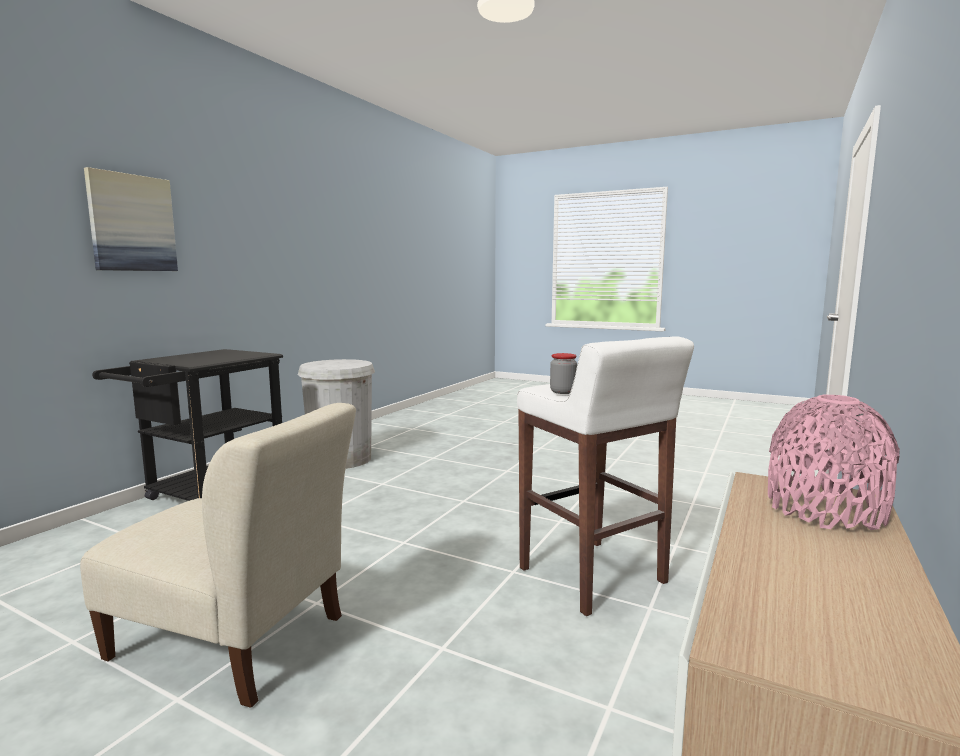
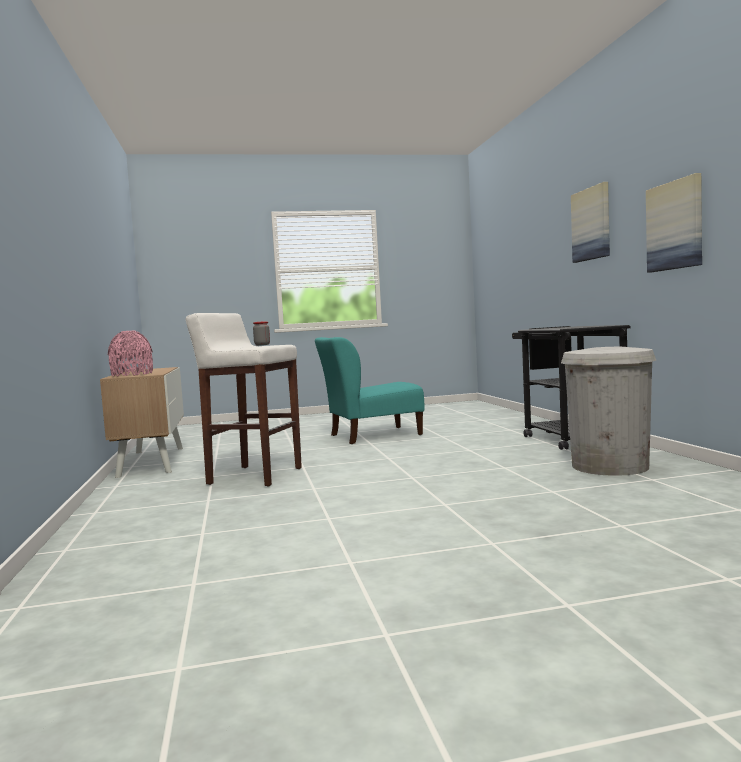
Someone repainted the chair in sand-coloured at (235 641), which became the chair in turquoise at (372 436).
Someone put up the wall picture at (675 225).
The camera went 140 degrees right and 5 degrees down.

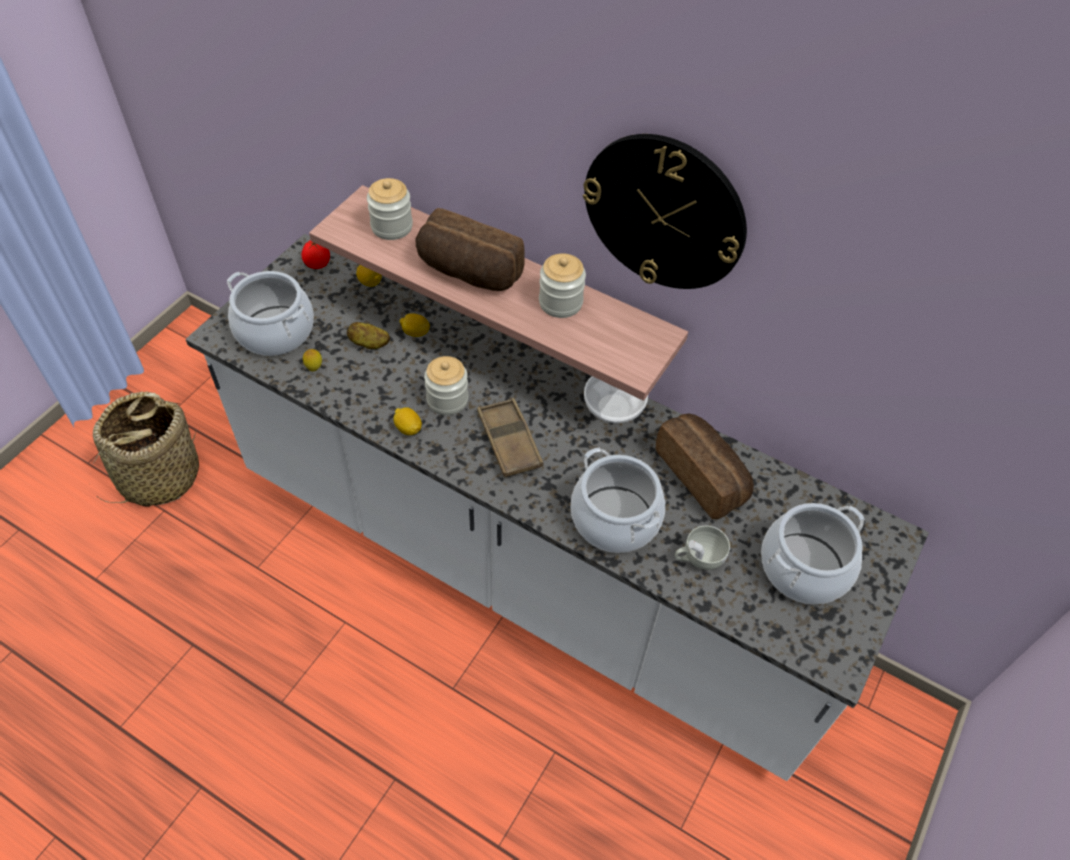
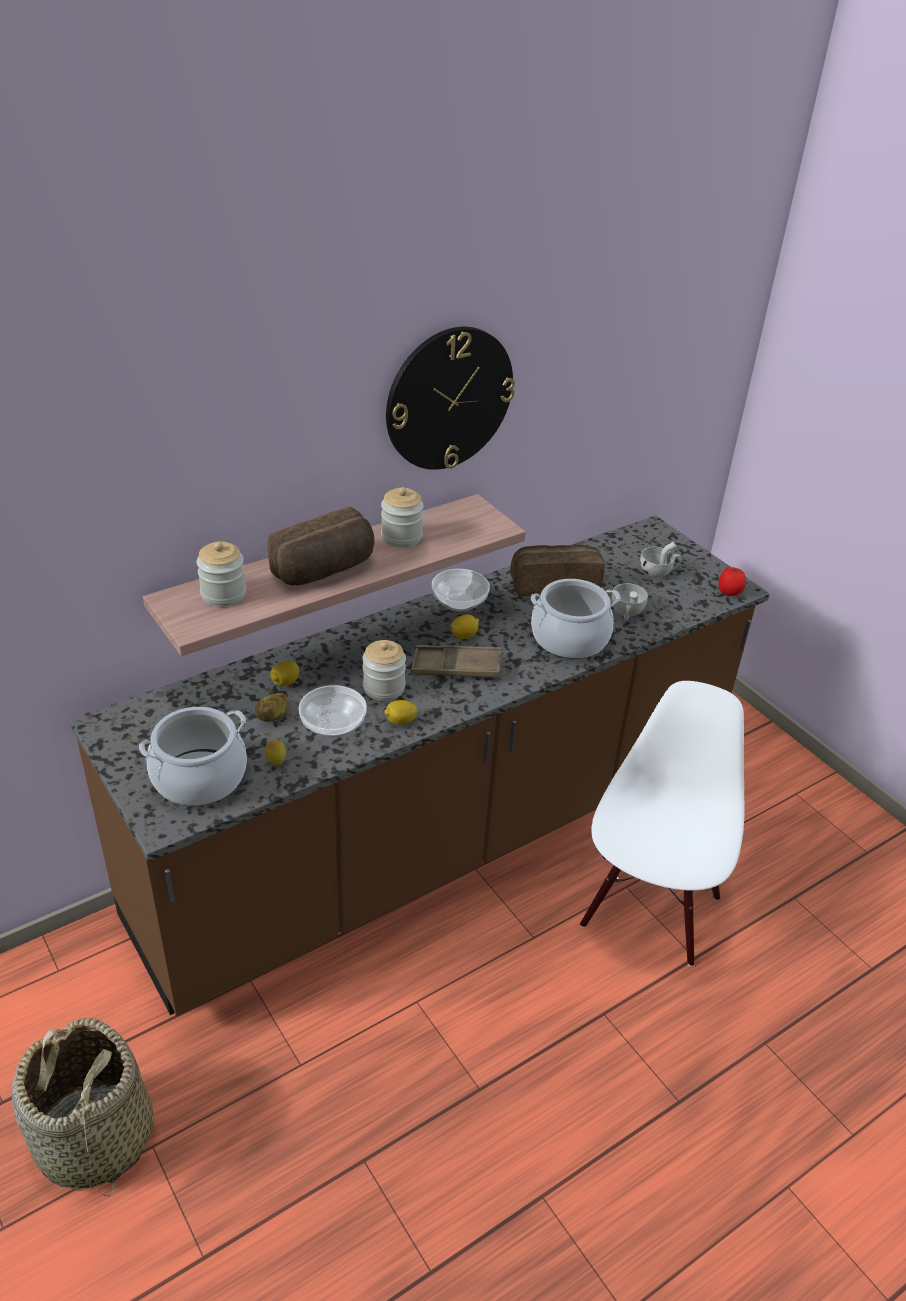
Someone repainted the counter in whitish at (528 569), which became the counter in brownish at (441 838).
Someone carried the fresh tomato from (317 265) to (729 593).
Someone carried the citrus fruit from (370 282) to (464 635).
Someone swapped the cooking pot at (804 568) for the small cup in whitish at (658 572).
Someone put down the chair in whitish at (648 909).
Someone put down the deep dish at (333 725).
The camera went 65 degrees left and 15 degrees down.

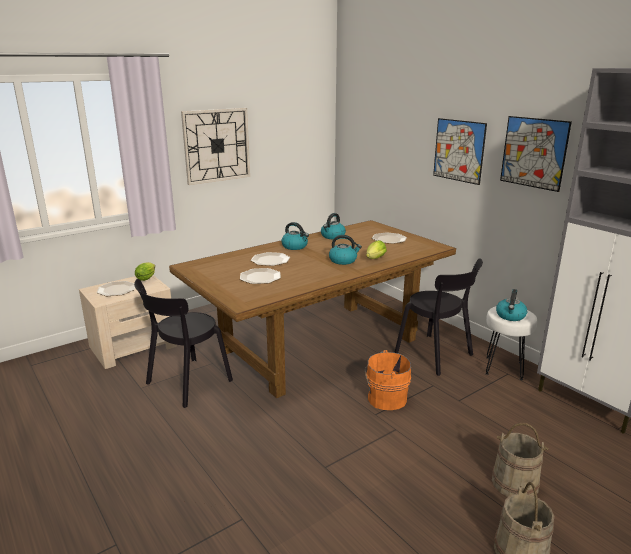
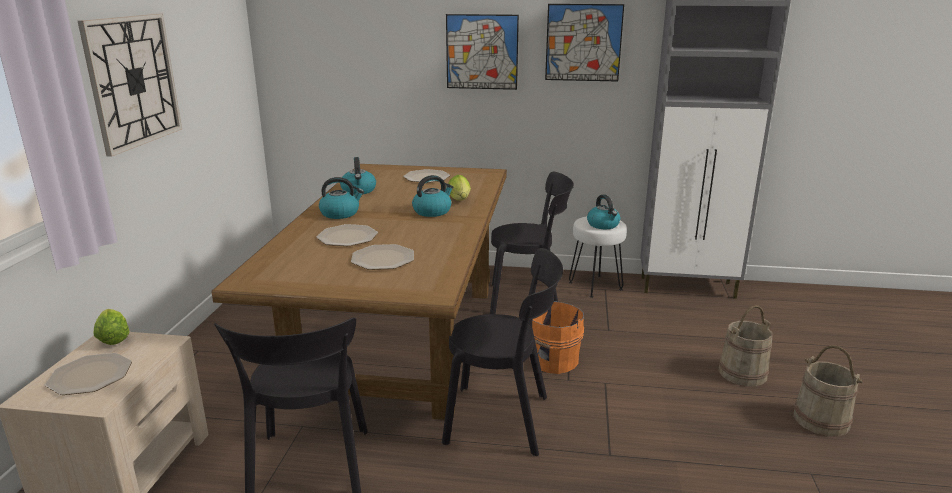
Someone put down the chair in black at (503 420).
The camera went 45 degrees left and 0 degrees up.

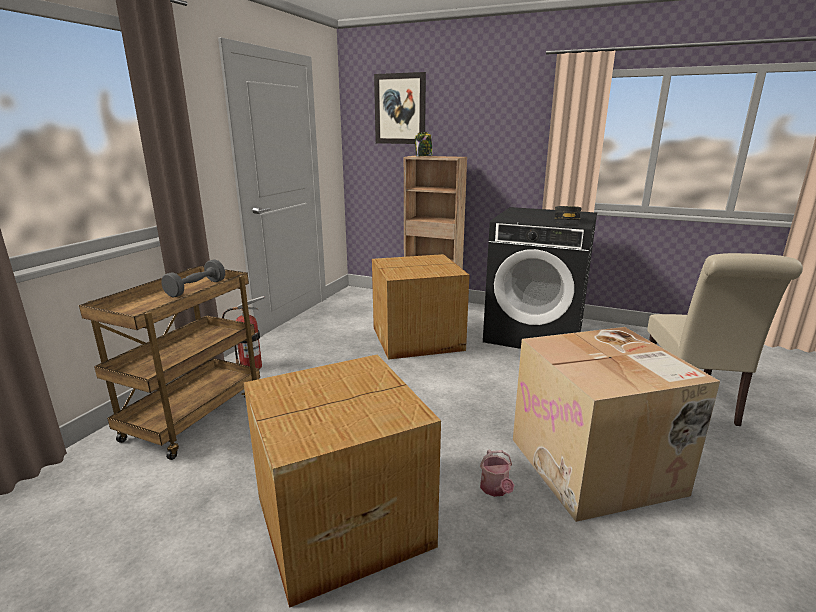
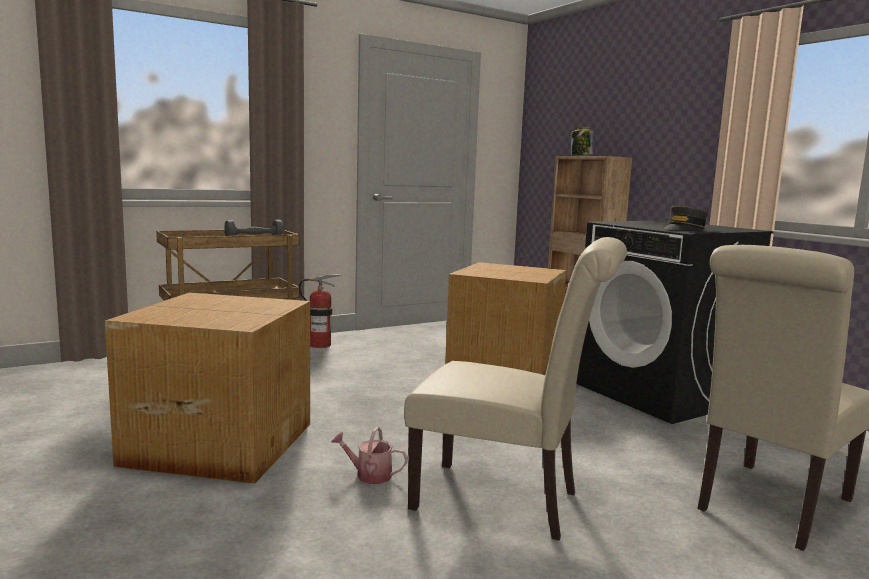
Someone took away the wall picture at (400 109).
Someone swapped the cardboard box at (597 466) for the chair in sand-coloured at (506 501).
Someone rotated the watering pot at (495 489) by 75 degrees clockwise.
The camera went 35 degrees right and 10 degrees down.

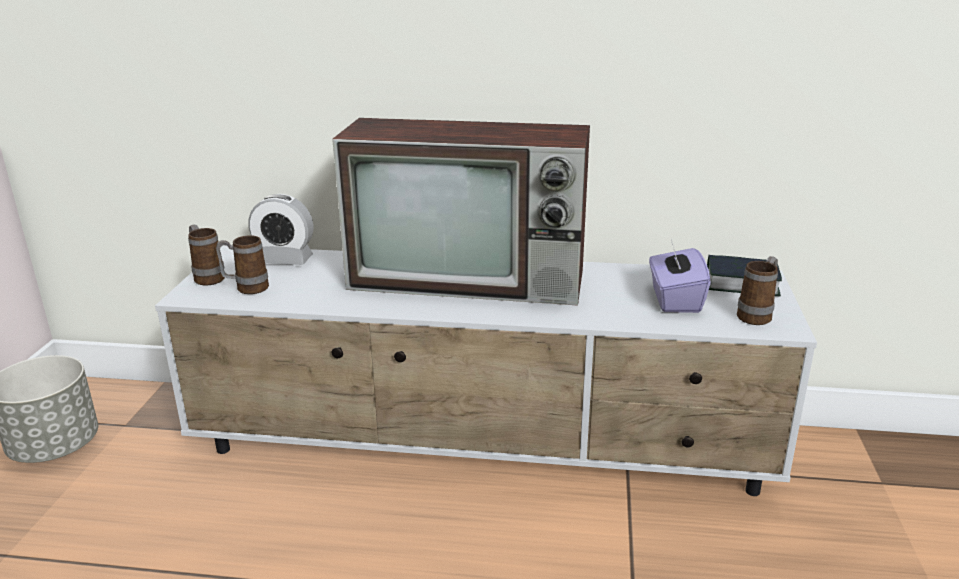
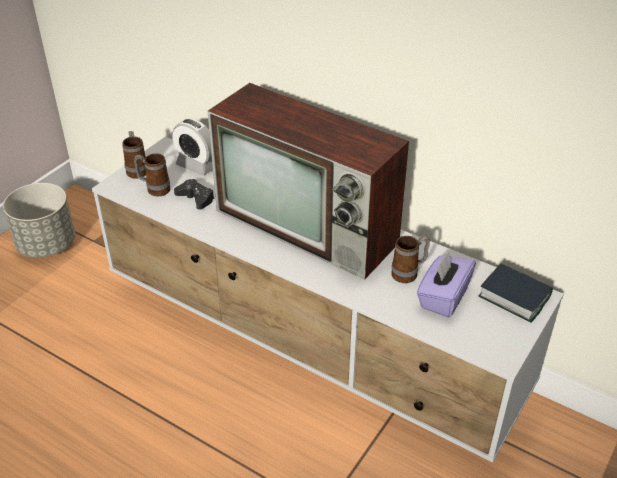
Someone carried the tea mug from (757 315) to (409 273).
Someone put down the gamepad in black at (196 198).
The camera went 25 degrees right and 15 degrees up.

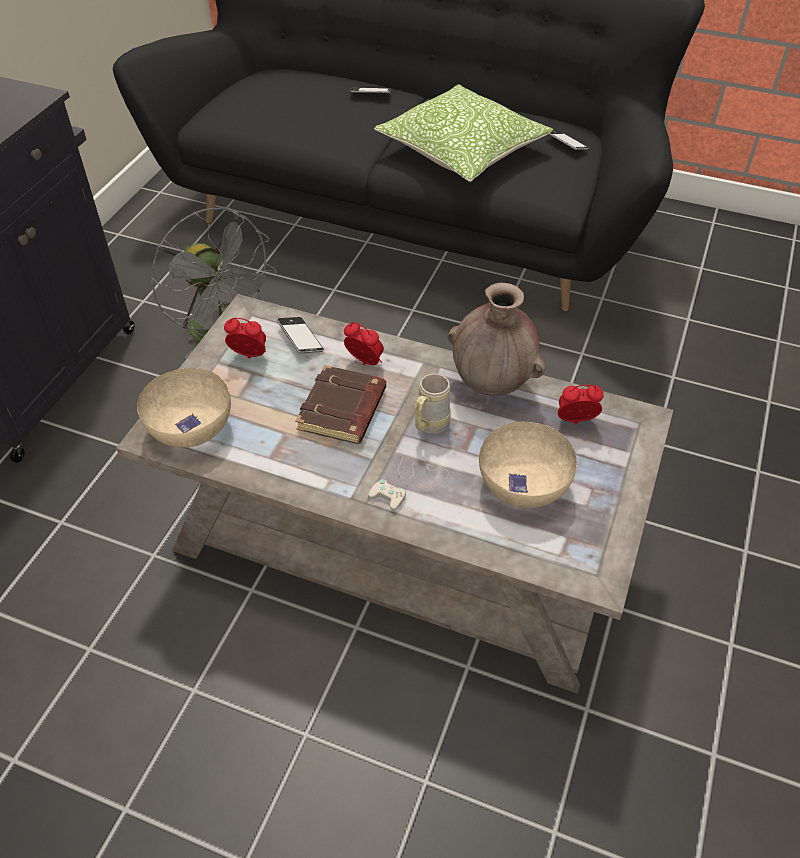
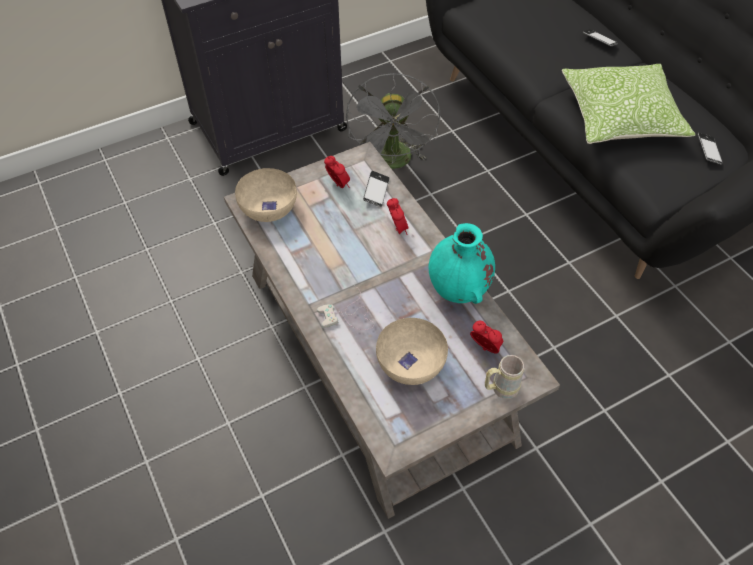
Someone repainted the vase in brownish at (492 385), which became the vase in turquoise at (458 291).
Someone took away the volume in brownish at (343 411).
Someone carried the tea mug in sand-coloured from (429 427) to (500 389).
The camera went 40 degrees right and 5 degrees up.

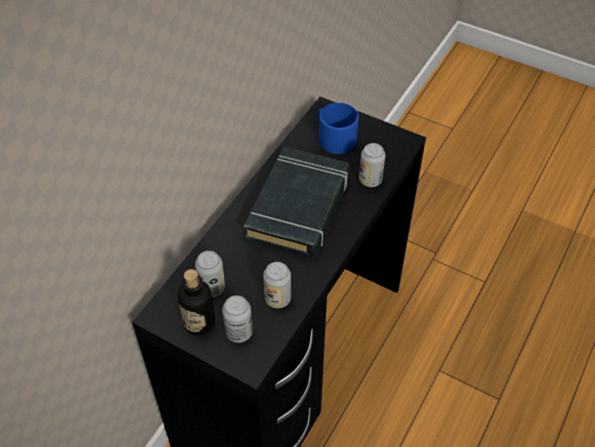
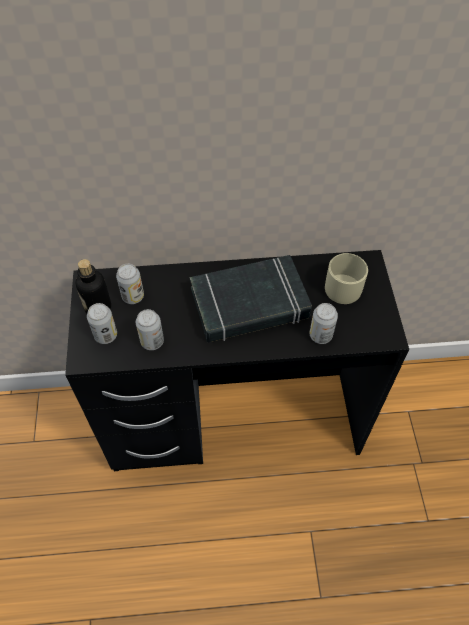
Someone repainted the tea mug in blue-coloured at (334 137), which became the tea mug in sand-coloured at (344 285).
The camera went 55 degrees right and 5 degrees up.

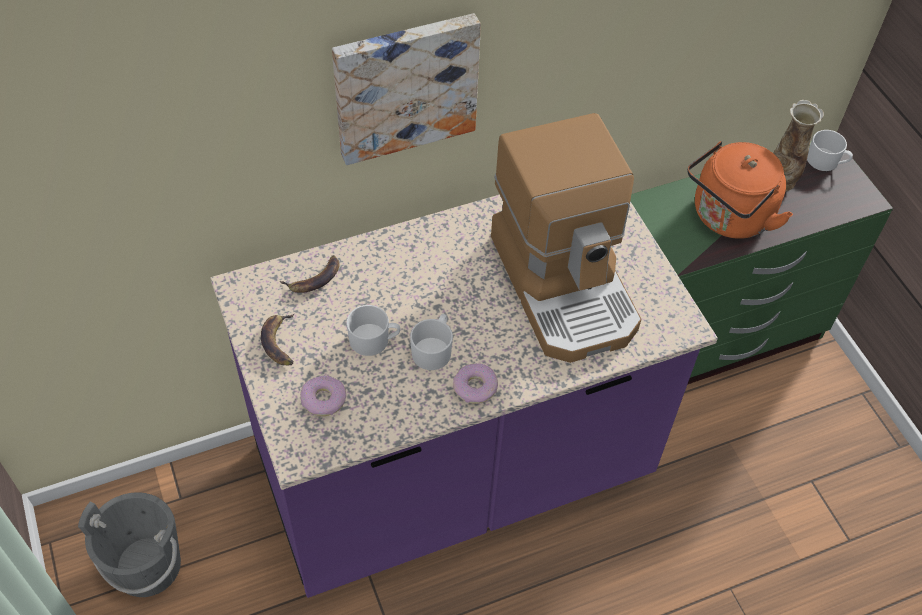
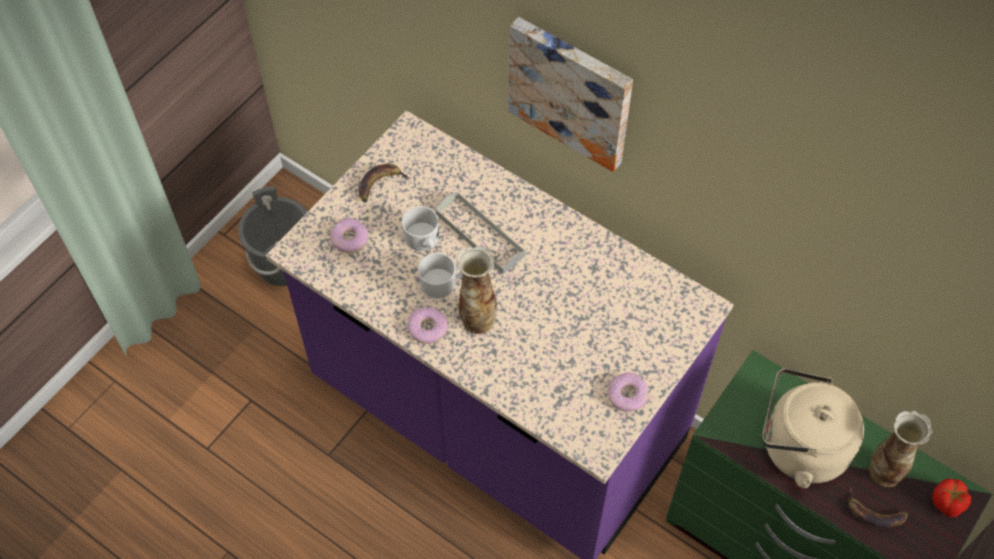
Someone took away the coffee machine at (566 284).
Someone swapped the tea mug in whitish at (826 162) for the fresh tomato at (947 503).
Someone repainted the kettle in orange at (728 218), which became the kettle in sand-coloured at (798 447).
Someone carried the whole banana from (314 278) to (875 512).
Someone put down the tray in gray at (480 235).
Someone put down the vase at (477 319).
Someone put down the donut at (627 395).
The camera went 60 degrees right and 5 degrees up.

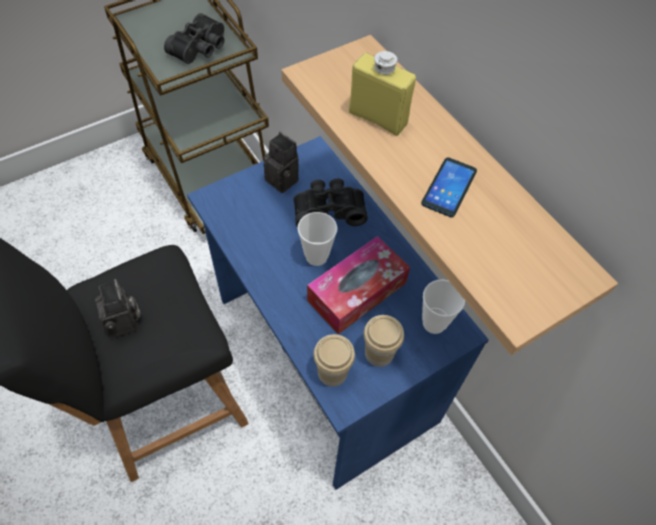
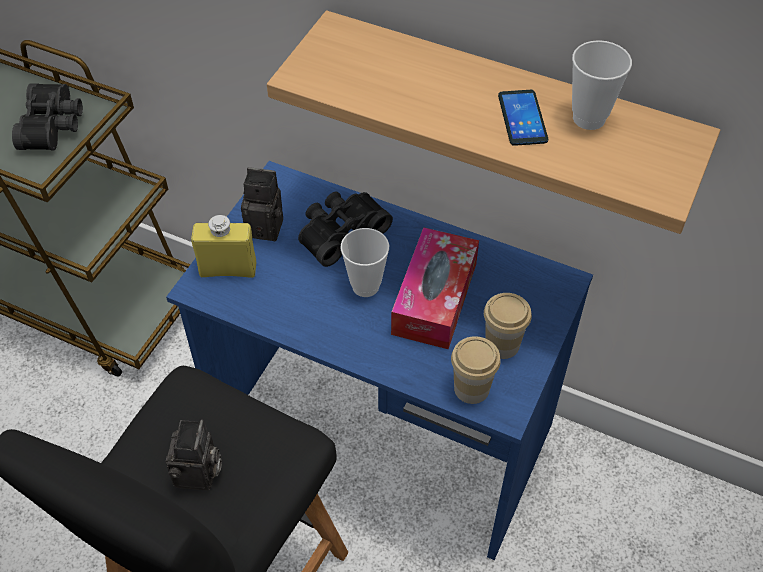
Someone carried the bottle in yellow from (377 118) to (228 269).
Someone rotated the still camera at (125 323) by 60 degrees clockwise.
Someone carried the small cup from (434 323) to (589 118).
The camera went 30 degrees left and 5 degrees down.

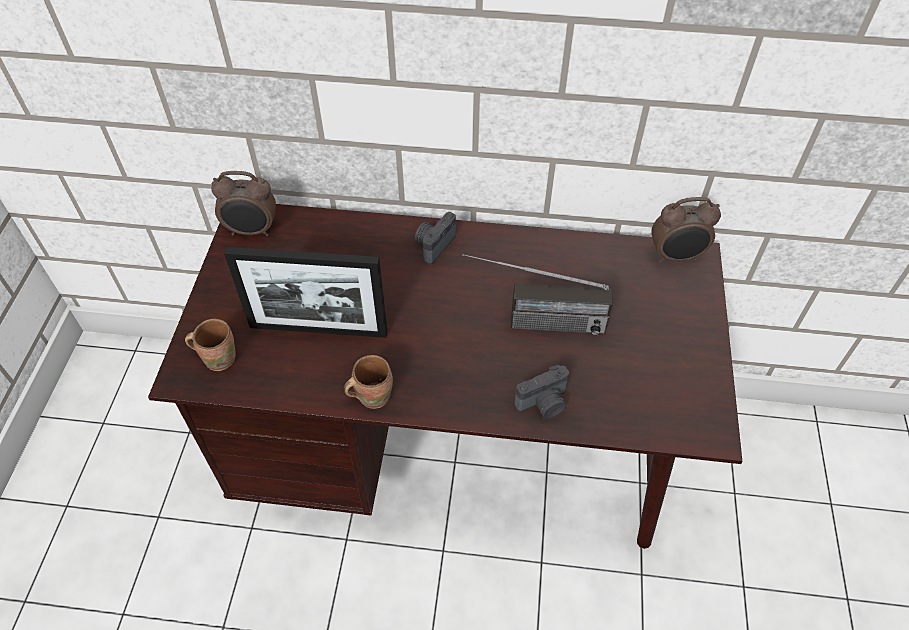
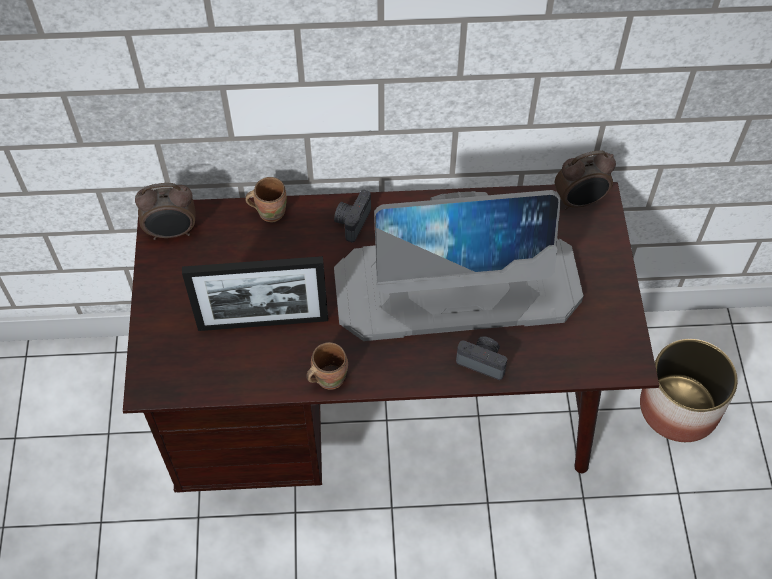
Someone swapped the radio receiver at (532 323) for the computer display at (458 287).
Someone carried the tea mug in brownish from (219 357) to (270 211).
Someone rotated the still camera at (544 404) by 120 degrees counterclockwise.
Someone put down the planter at (679 407).
The camera went 10 degrees left and 5 degrees up.

